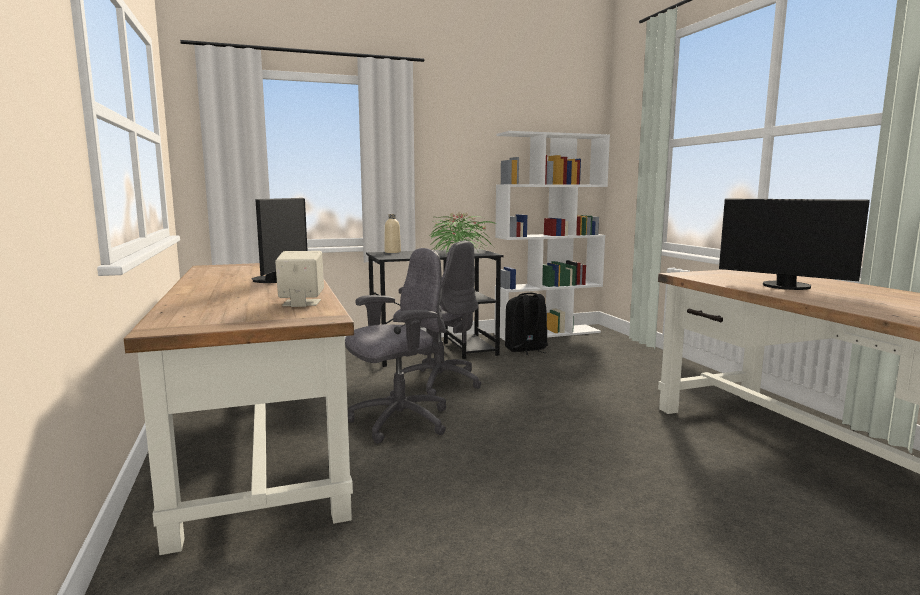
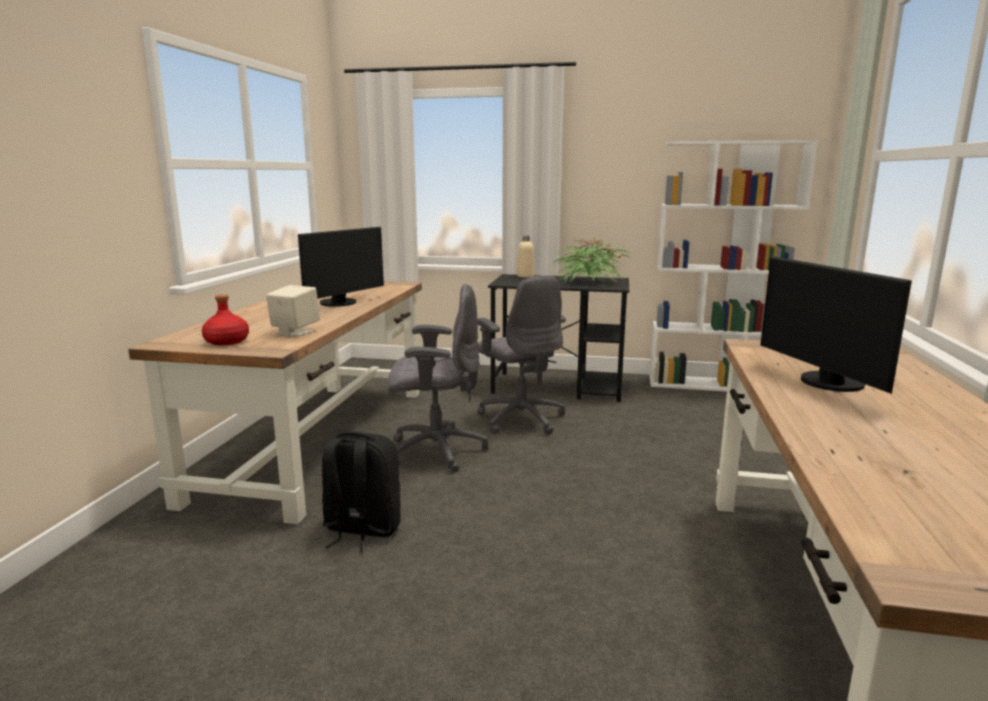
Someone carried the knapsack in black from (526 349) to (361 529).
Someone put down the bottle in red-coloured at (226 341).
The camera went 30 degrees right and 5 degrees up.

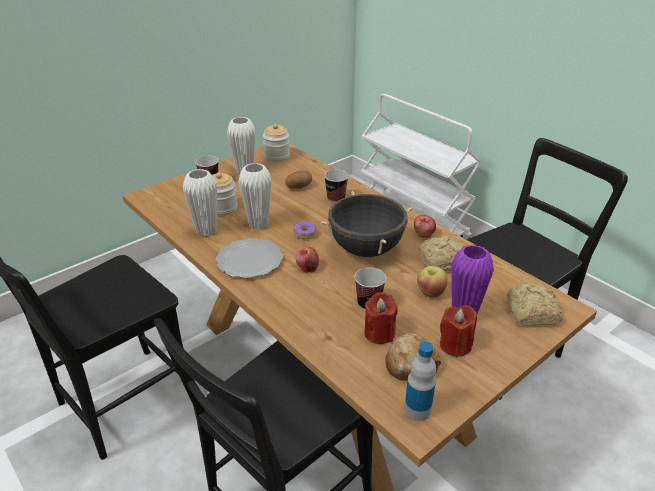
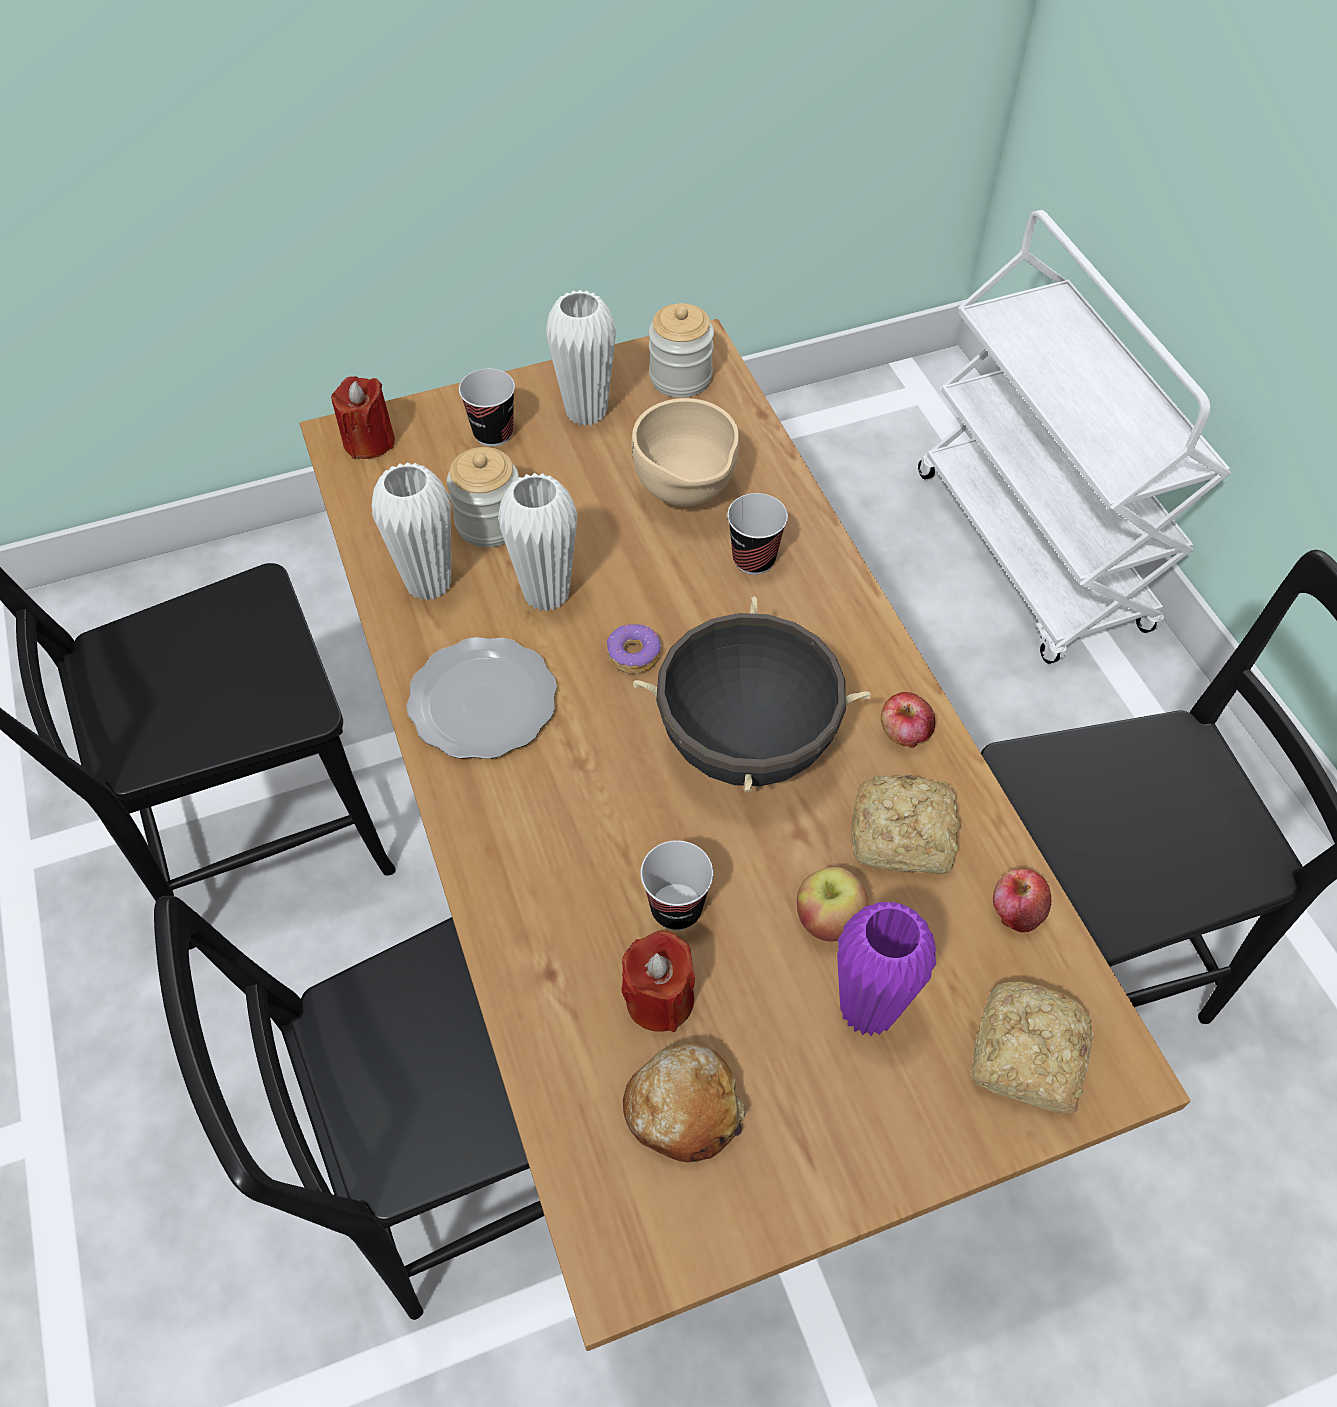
Someone swapped the potato at (299 187) for the deep dish in sand-coloured at (686 496).
Someone carried the apple fruit from (307 267) to (1016 911).
Someone carried the wax candle in red-coloured from (455 345) to (369 441).
Someone took away the bottle at (417 410).
The camera went 20 degrees right and 20 degrees up.

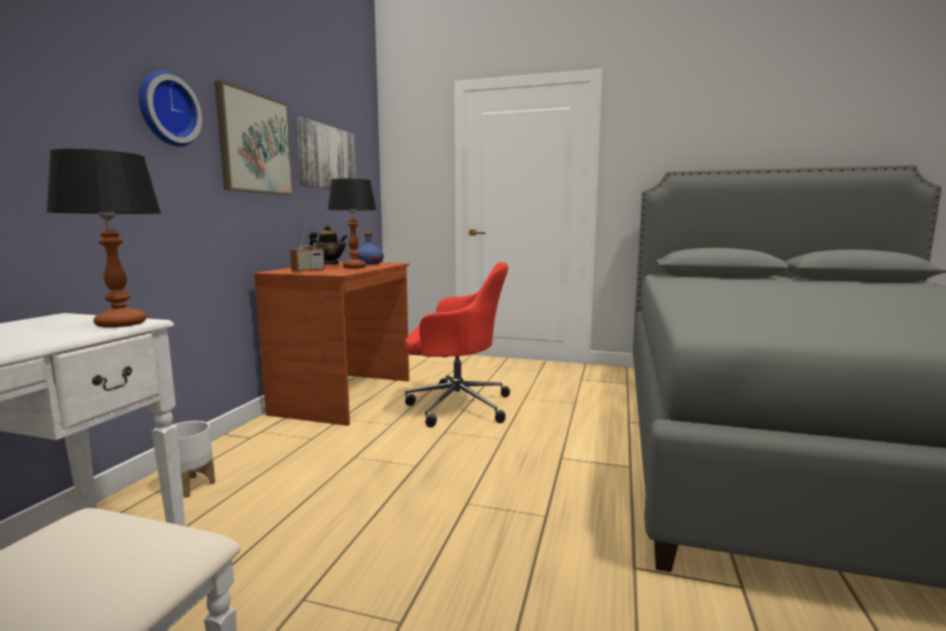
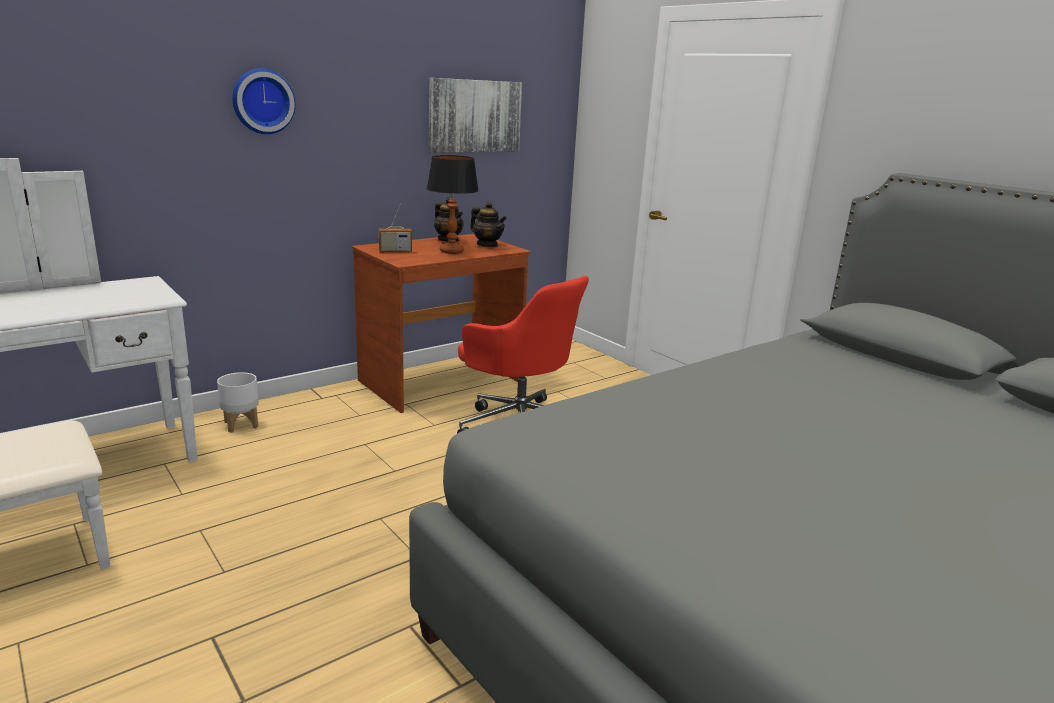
Someone took away the wall picture at (255 144).
Someone took away the tabletop lamp at (120 324).
Someone swapped the bottle in blue-coloured at (369 263) for the teapot at (487 245).
The camera went 35 degrees right and 10 degrees up.

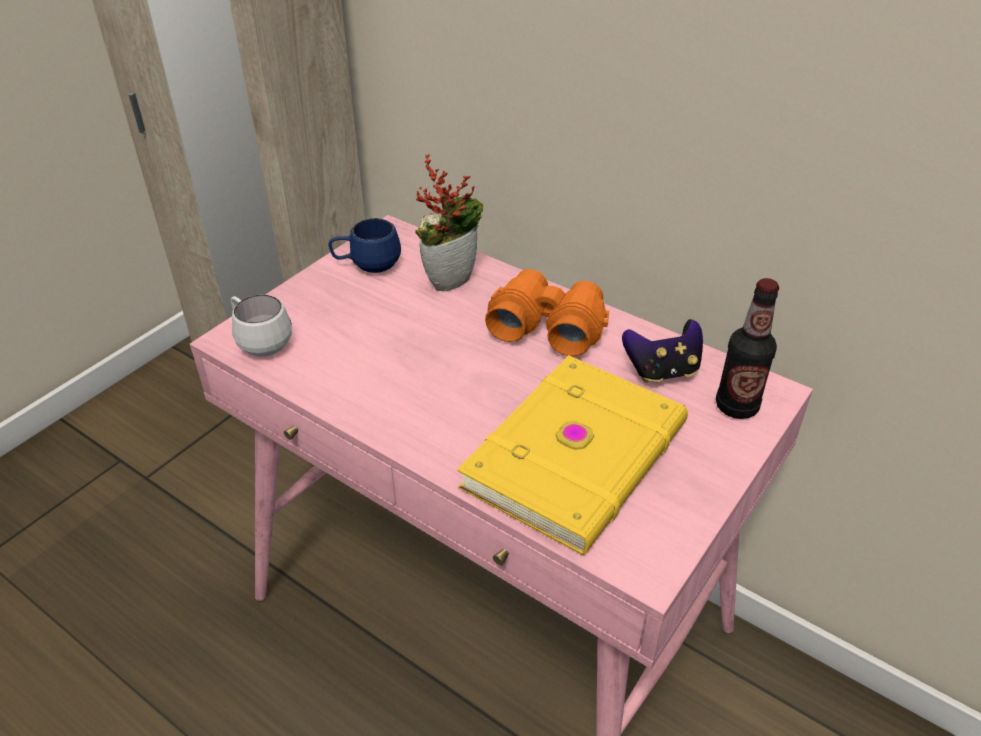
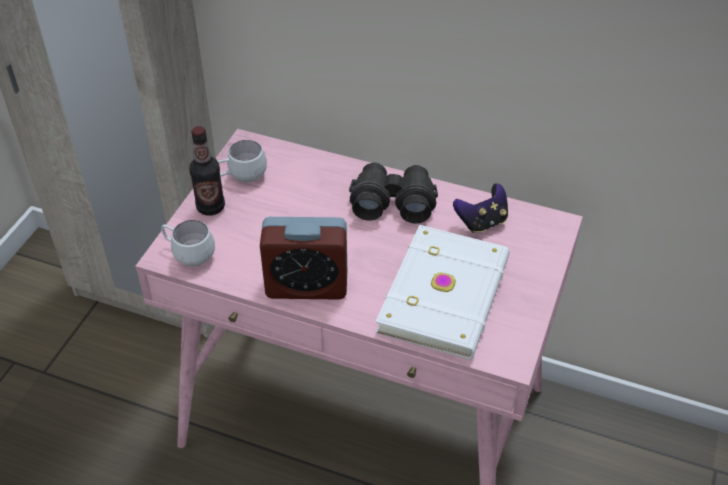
Someone took away the houseplant at (450 278).
Someone repainted the tea mug in blue-coloured at (367 266), which became the tea mug in whitish at (241 177).
Someone repainted the binoculars in orange at (547 325), which became the binoculars in black at (392 202).
Someone carried the bottle from (736 406) to (210 207).
Someone repainted the volume in yellow at (580 457), which became the volume in whitish at (447 295).
Someone put down the bedside clock at (307 285).
The camera went 15 degrees left and 5 degrees up.

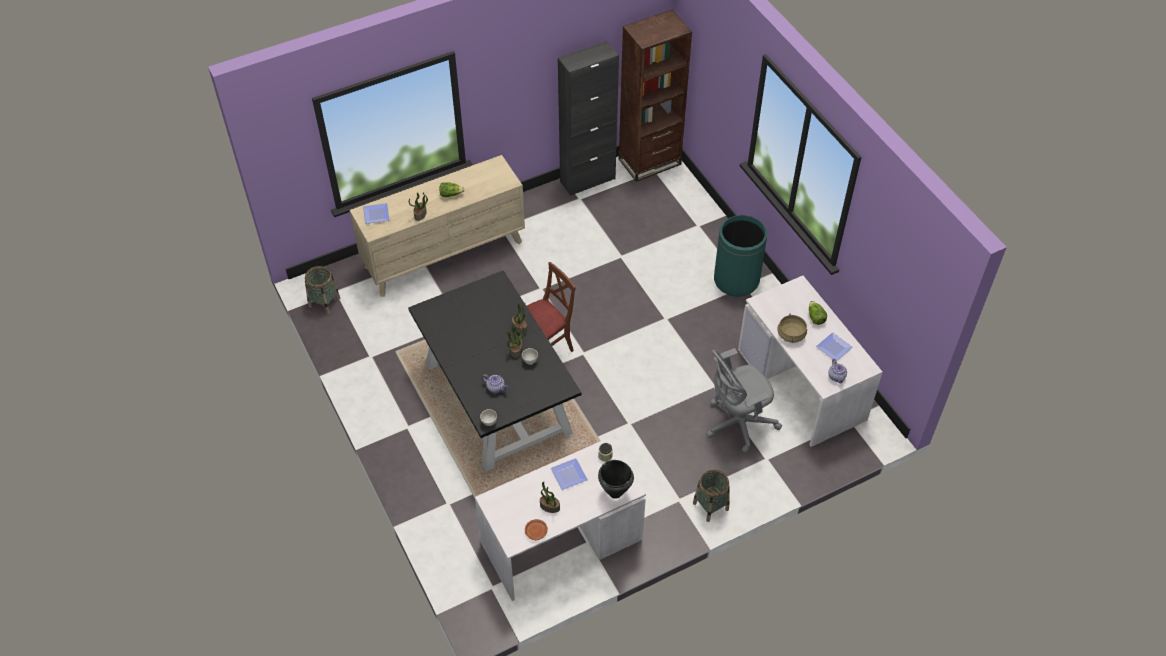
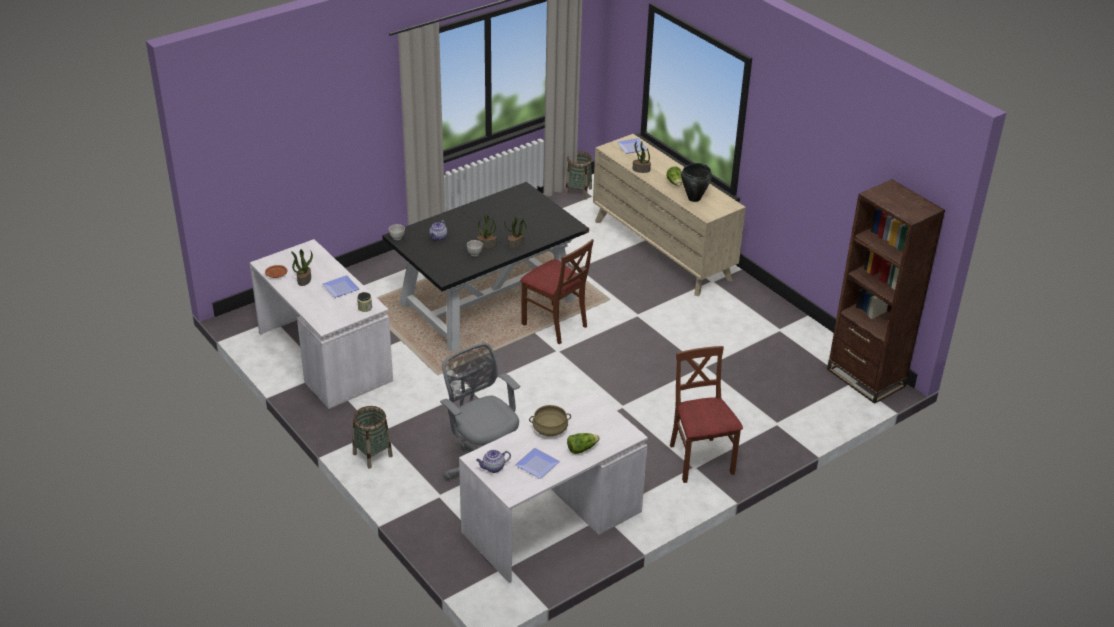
Someone took away the storage cabinet in black at (587 180).
Someone swapped the rubbish bin in green at (736 280) for the chair in brownish at (700 460).
Someone carried the cooking pot in black from (615 493) to (694 198).
The camera went 80 degrees right and 15 degrees down.

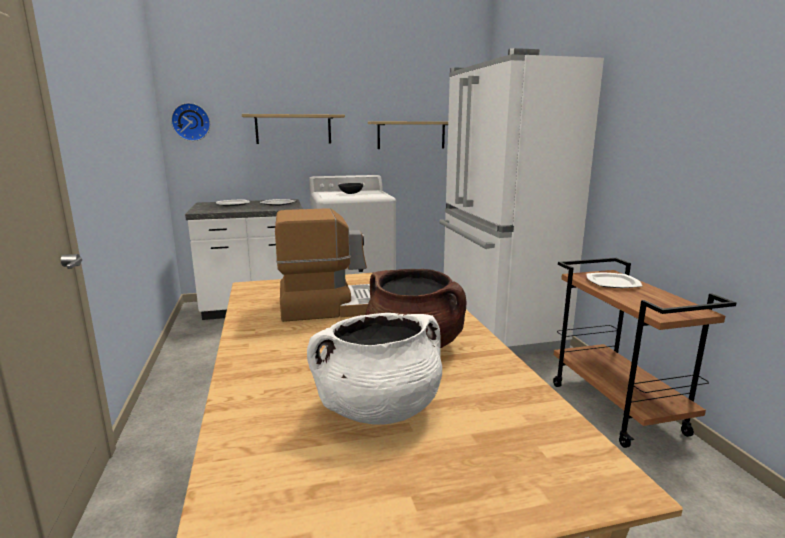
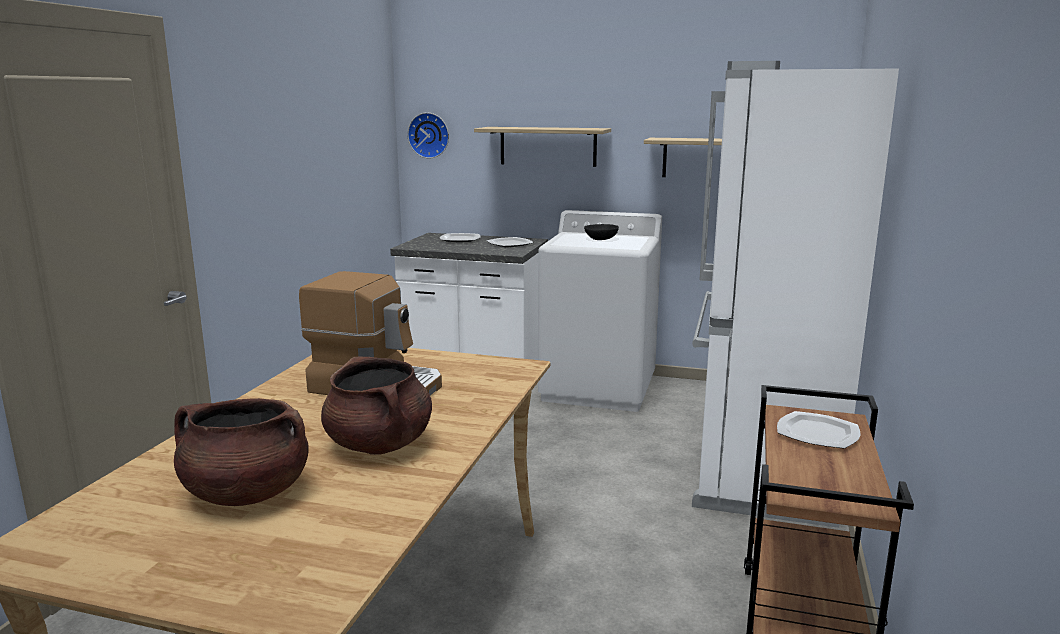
Someone repainted the cooking pot in whitish at (378 409), which became the cooking pot in brownish at (246 493).
The camera went 30 degrees right and 0 degrees up.

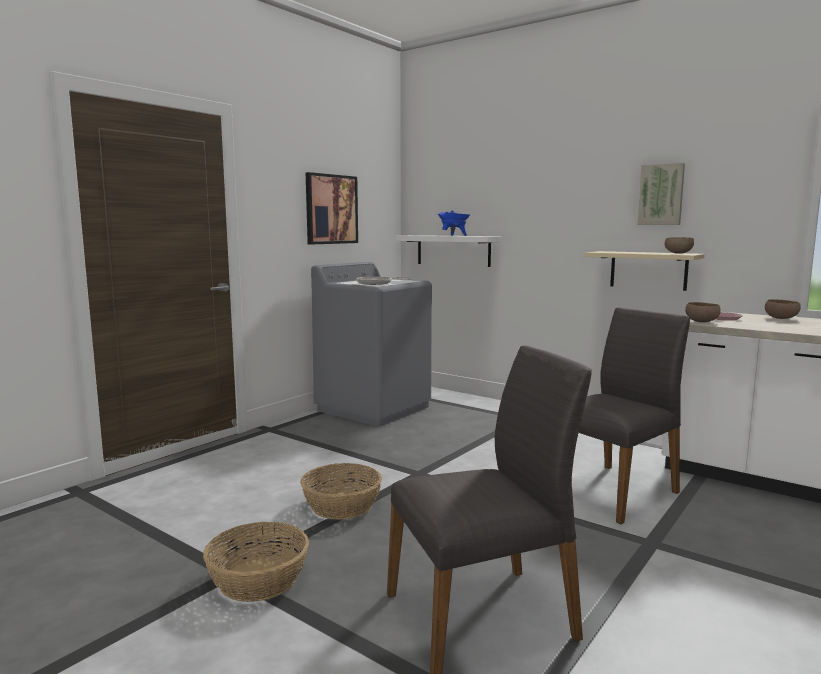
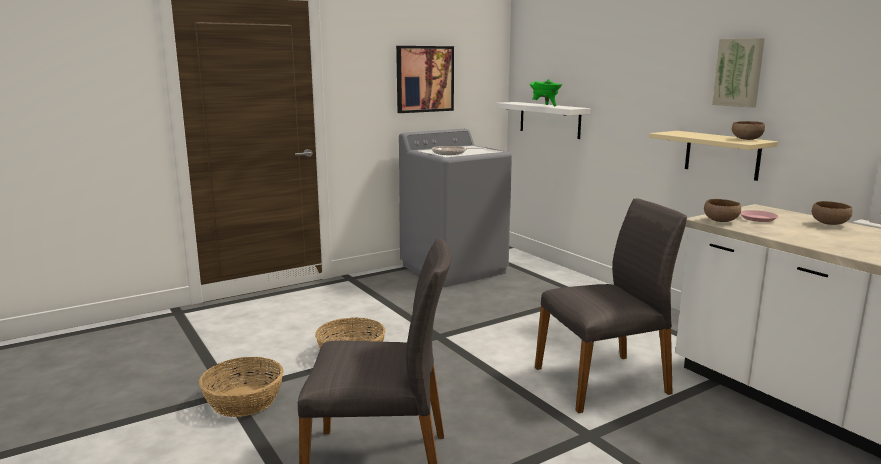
Someone repainted the cooking pot in blue-coloured at (454 235), which became the cooking pot in green at (545 105).
The camera went 20 degrees right and 5 degrees up.

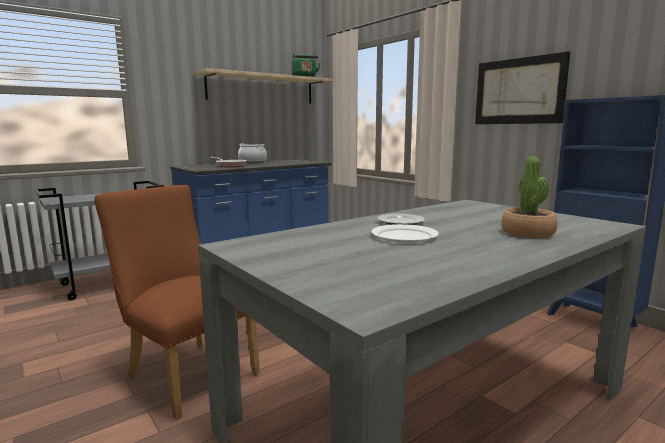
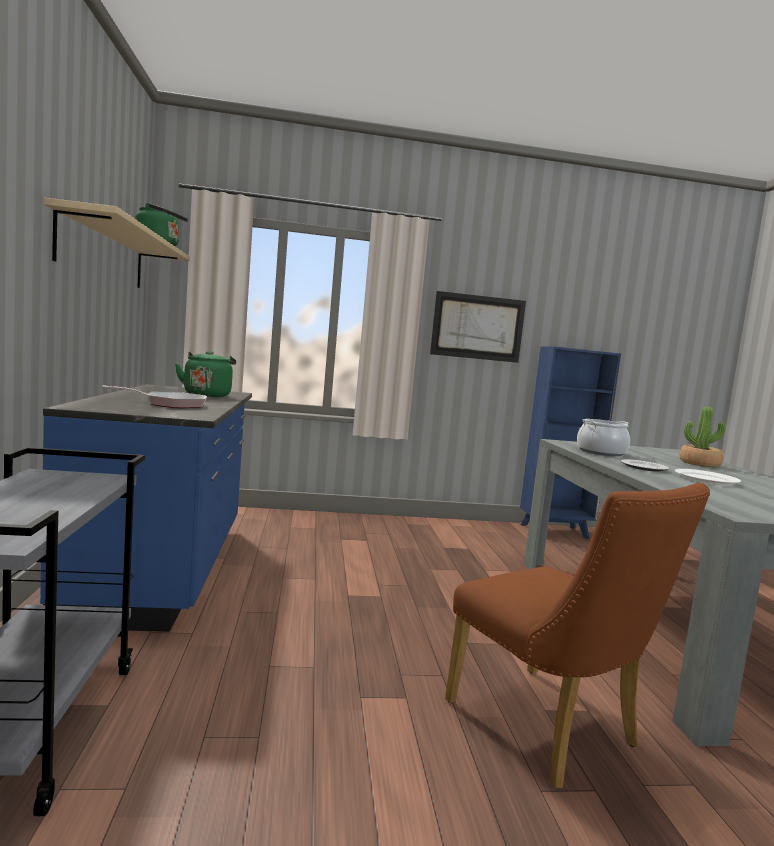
Someone carried the cooking pot from (252 162) to (601 452).
Someone rotated the chair in brownish at (187 373) by 105 degrees counterclockwise.
Someone put down the kettle in green at (207 395).
The camera went 60 degrees left and 5 degrees down.

